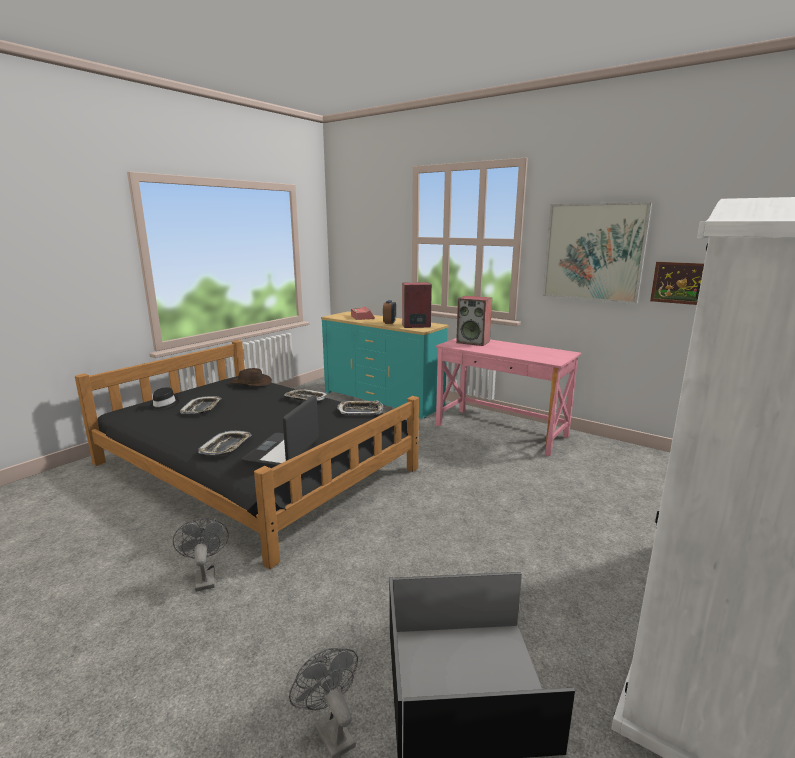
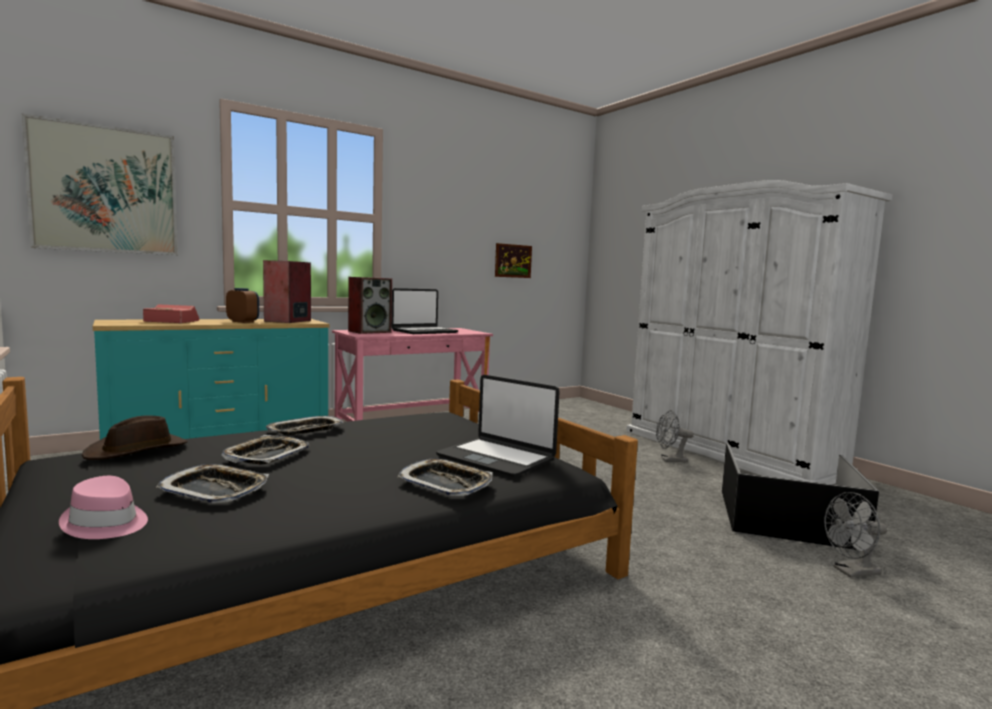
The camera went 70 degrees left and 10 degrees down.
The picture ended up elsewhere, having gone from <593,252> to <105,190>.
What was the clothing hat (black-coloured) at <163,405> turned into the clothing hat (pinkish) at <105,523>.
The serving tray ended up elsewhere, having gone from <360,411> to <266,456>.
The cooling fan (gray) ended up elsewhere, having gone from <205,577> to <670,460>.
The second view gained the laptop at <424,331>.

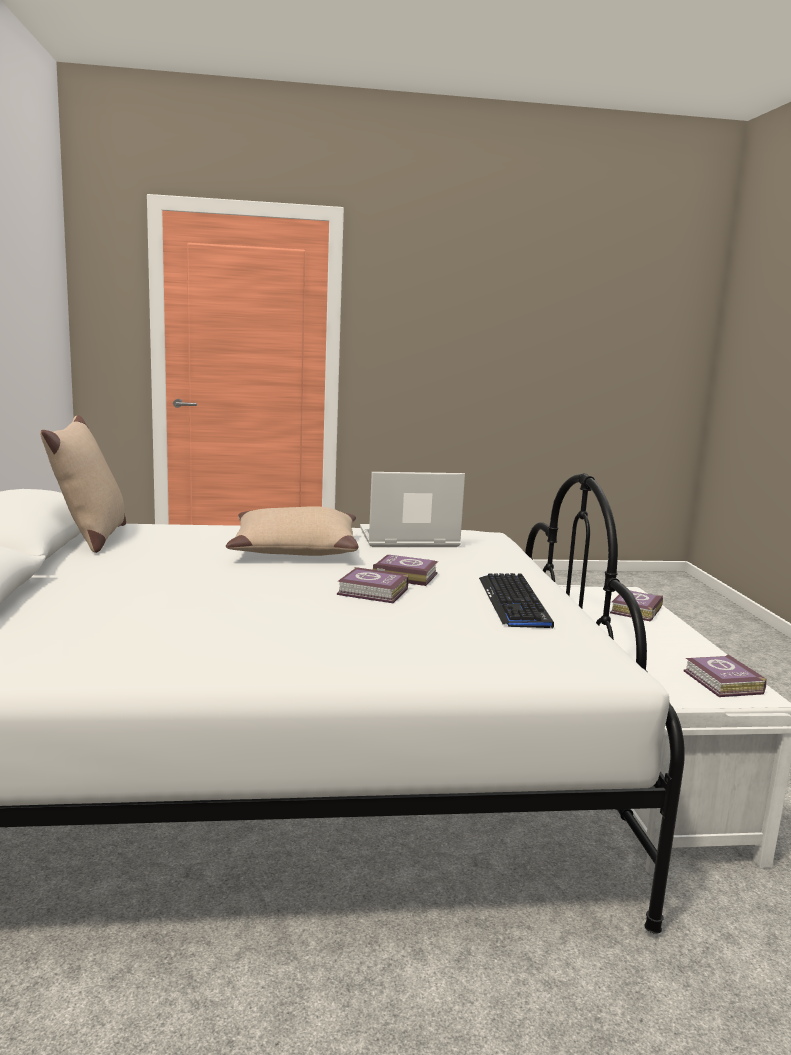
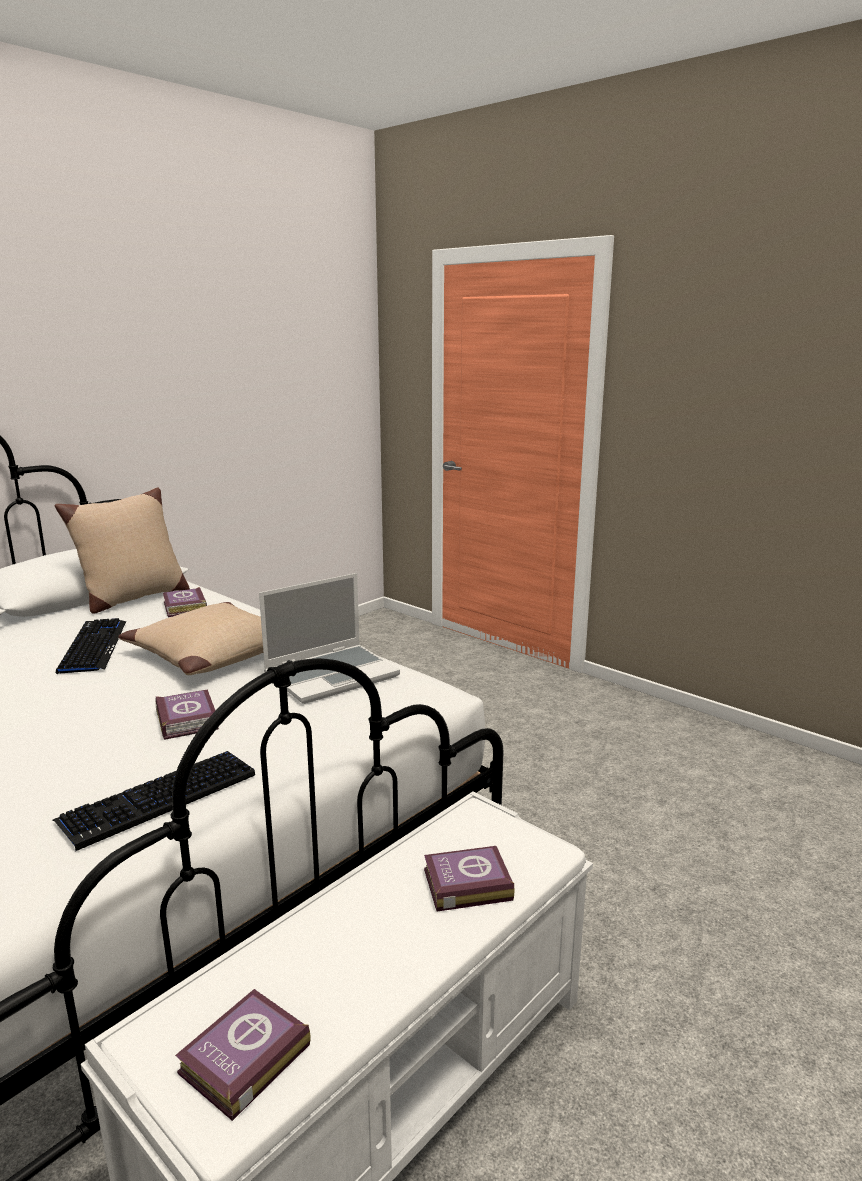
The camera went 50 degrees right and 5 degrees up.
The laptop at <407,539> ended up facing another way, 105 degrees clockwise from before.
The book ended up elsewhere, having gone from <374,592> to <184,607>.
The second view gained the keyboard at <93,647>.

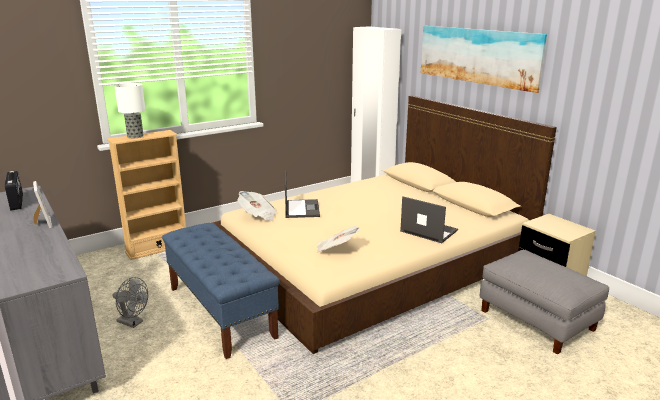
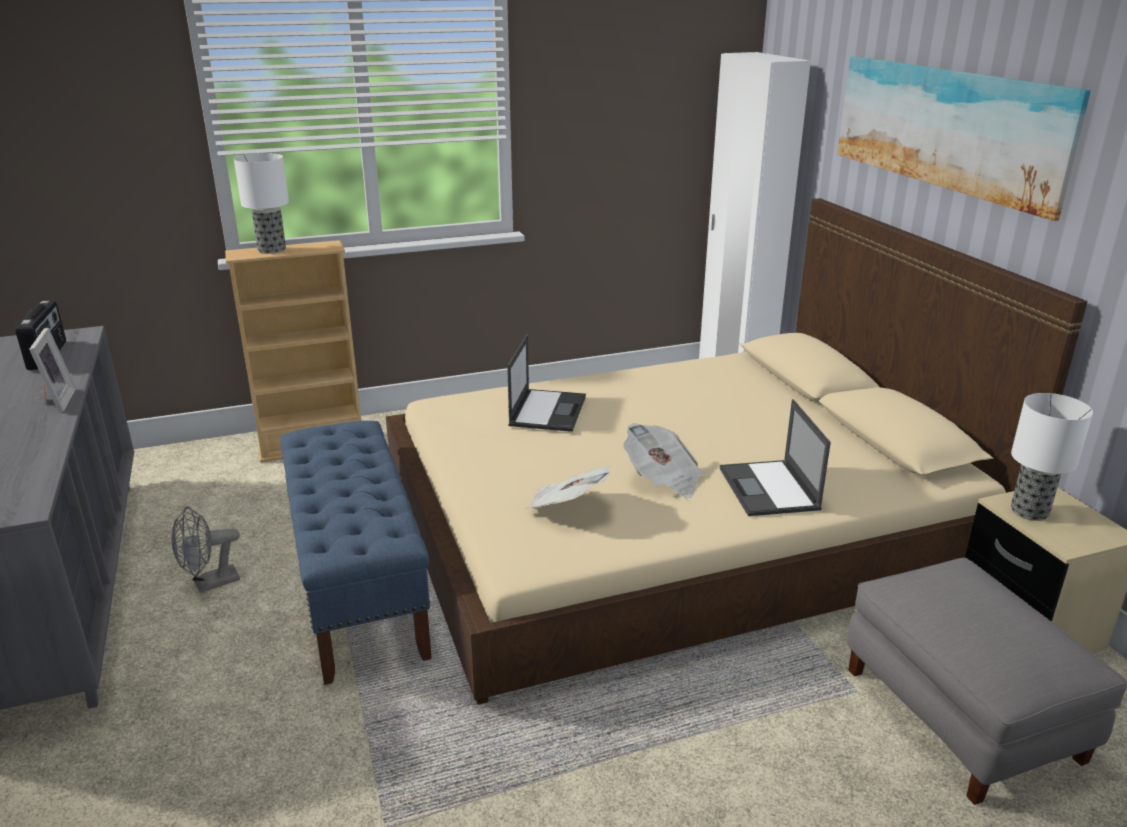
The camera went 15 degrees right and 5 degrees up.
The newspaper ended up elsewhere, having gone from <258,215> to <663,479>.
The laptop at <428,231> ended up facing another way, 150 degrees counterclockwise from before.
The cooling fan (gray) at <133,323> ended up facing another way, 105 degrees clockwise from before.
The second view gained the tabletop lamp at <1030,511>.

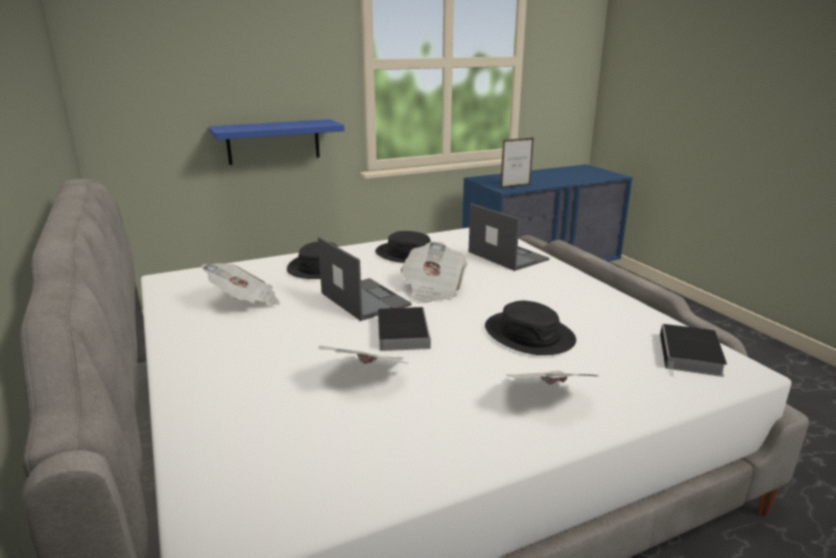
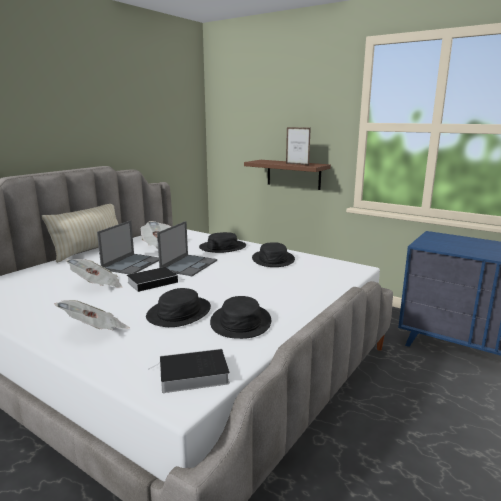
The camera went 60 degrees right and 5 degrees down.
What was the shelf (blue) at <273,141> turned into the shelf (brown-coloured) at <293,174>.
The standing frame ended up elsewhere, having gone from <515,186> to <297,164>.
The laptop ended up elsewhere, having gone from <507,255> to <132,264>.
The second view lost the newspaper at <432,289>.
The second view gained the throw pillow (beige) at <90,250>.
The second view gained the clothing hat (black-coloured) at <240,322>.

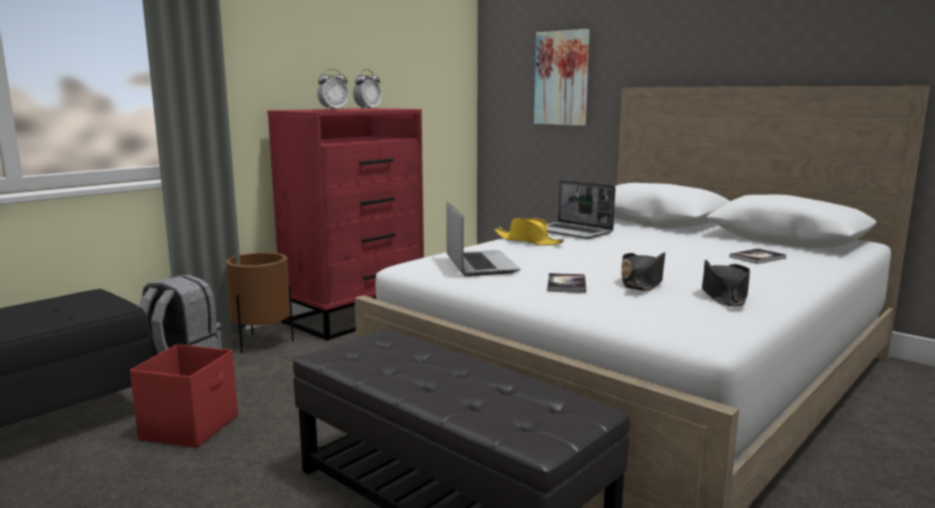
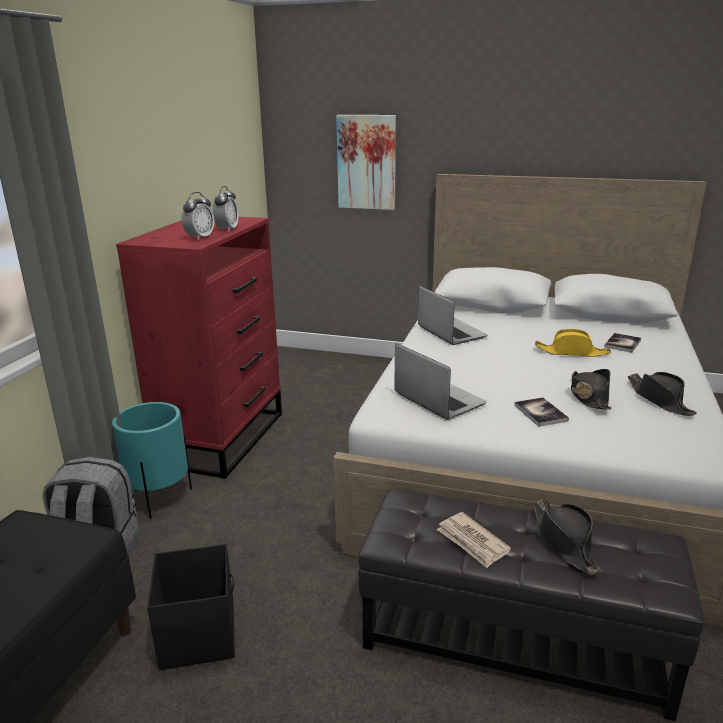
The camera went 25 degrees left and 10 degrees up.
The laptop at <573,232> ended up facing another way, 135 degrees counterclockwise from before.
The clothing hat (yellowish) ended up elsewhere, having gone from <528,241> to <572,352>.
What was the plant pot (brown-coloured) at <262,342> turned into the plant pot (turquoise) at <159,498>.
What was the storage bin (red-coloured) at <191,427> turned into the storage bin (black-coloured) at <199,634>.
The second view gained the clothing hat (black-coloured) at <564,541>.
The second view gained the newspaper at <472,542>.

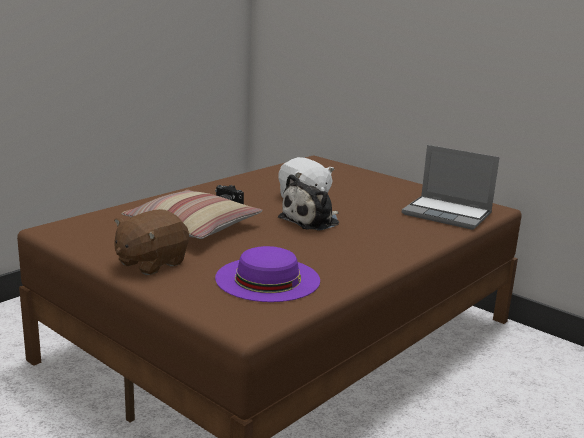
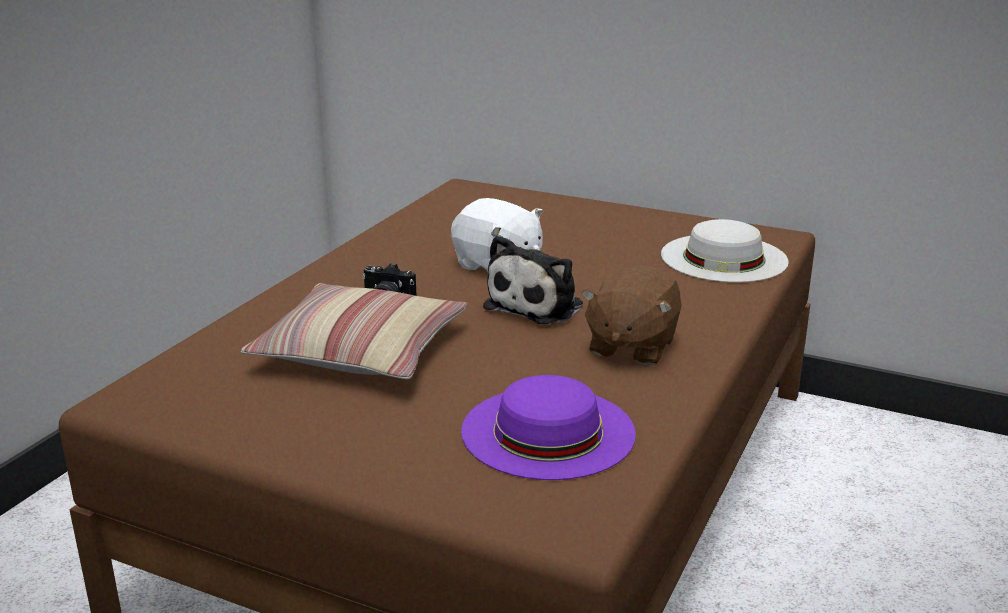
The camera went 15 degrees left and 5 degrees up.
Where the laptop stood at <448,214>, the clothing hat (white) came to stand at <724,258>.
The plush toy (brown-coloured) ended up elsewhere, having gone from <150,263> to <631,346>.

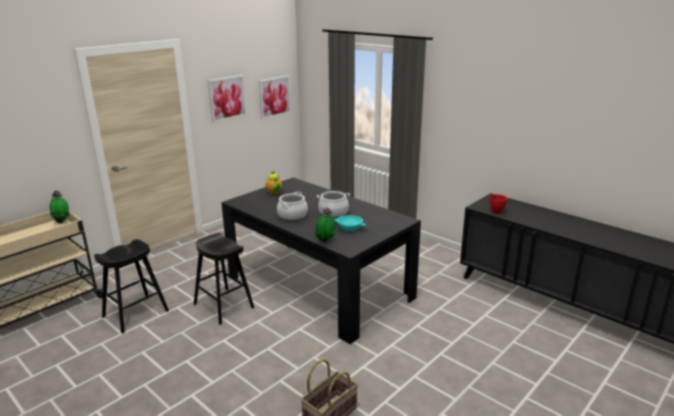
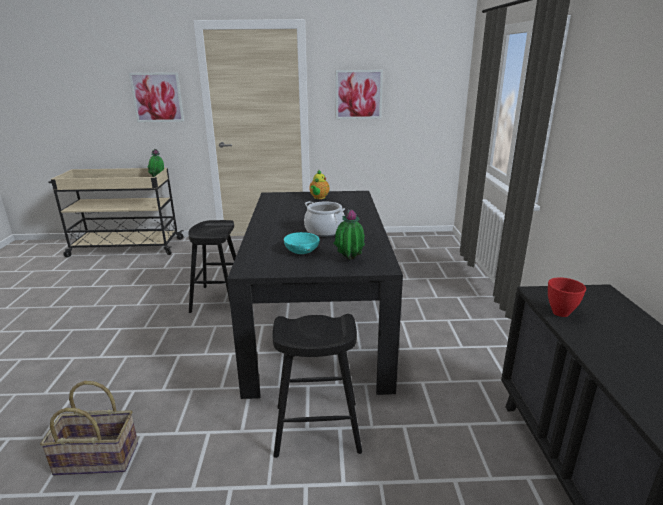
The camera went 45 degrees right and 0 degrees up.
The picture ended up elsewhere, having gone from <274,96> to <157,97>.
The second view lost the cooking pot at <292,215>.
The plant in a pot ended up elsewhere, having gone from <325,242> to <349,260>.
The stool seat (black-coloured) ended up elsewhere, having gone from <136,314> to <317,428>.

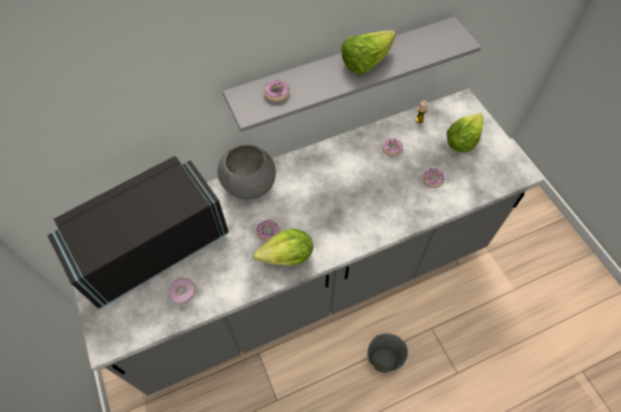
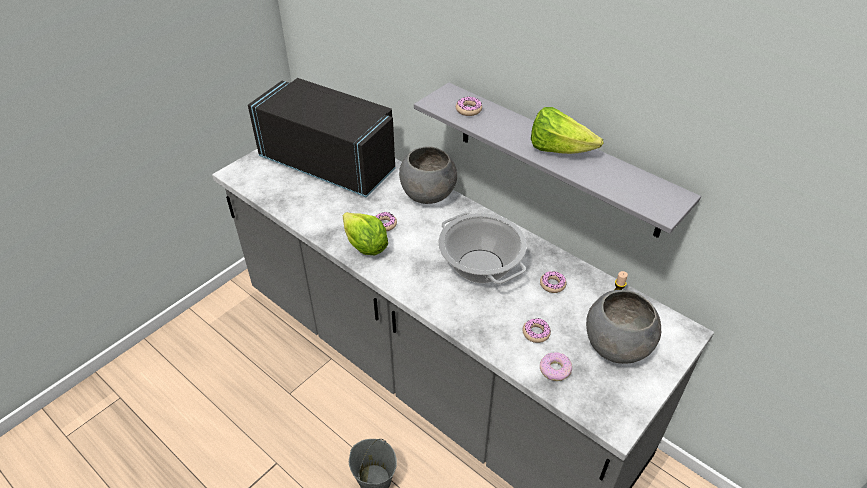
The camera went 65 degrees right and 15 degrees down.
Where the lettuce head stood at <461,142>, the bowl (gray) came to stand at <616,346>.
The doughnut ended up elsewhere, having gone from <183,292> to <555,370>.
The second view gained the cooking pot at <481,266>.

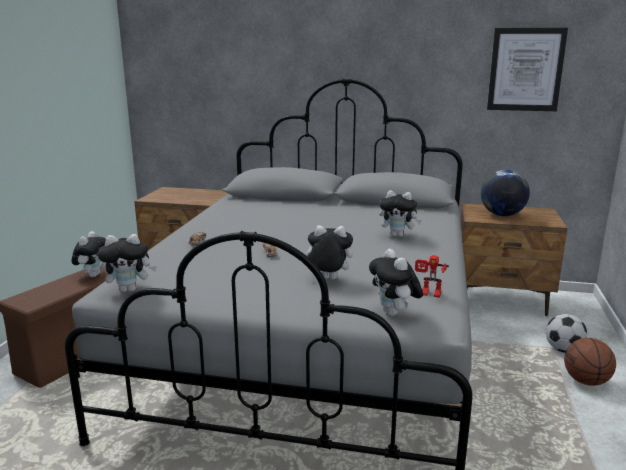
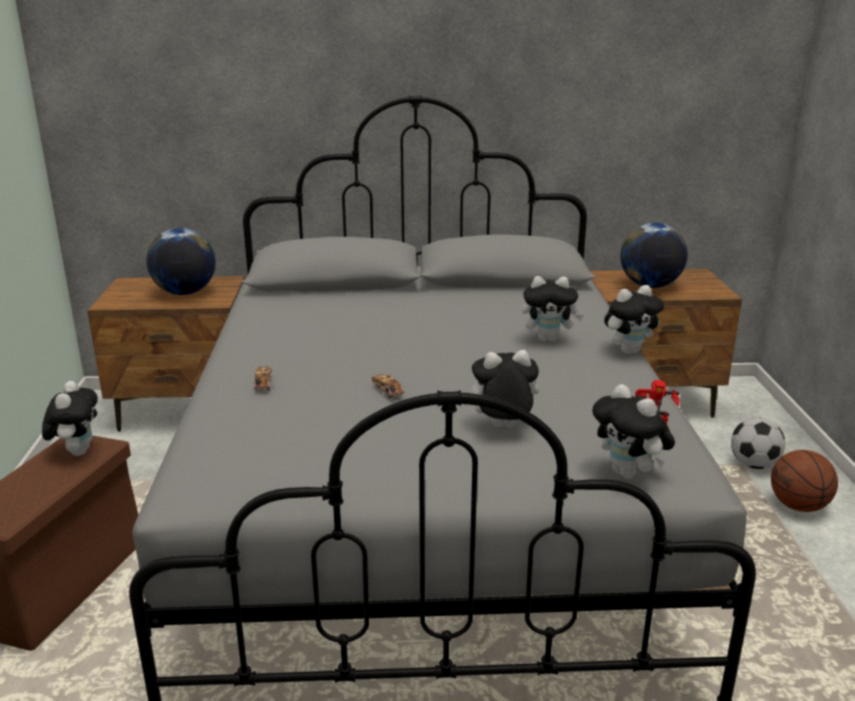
The camera went 15 degrees left and 5 degrees up.
The second view lost the picture at <525,70>.
The plush toy ended up elsewhere, having gone from <130,289> to <629,351>.
The second view gained the world globe at <185,293>.

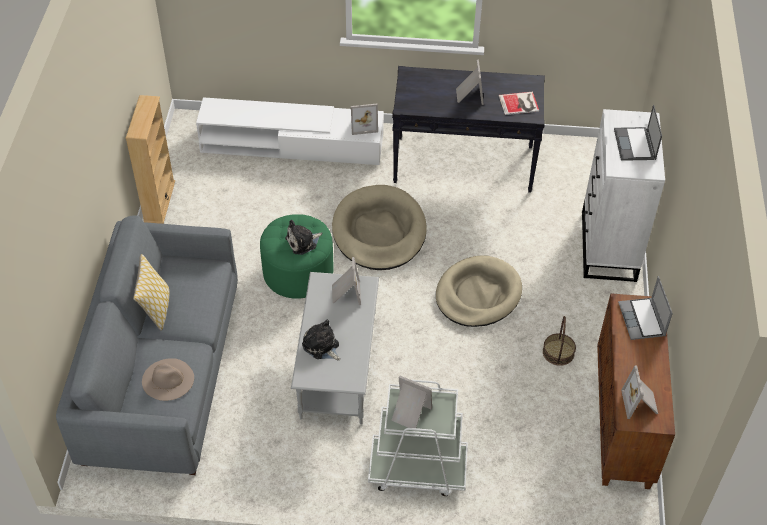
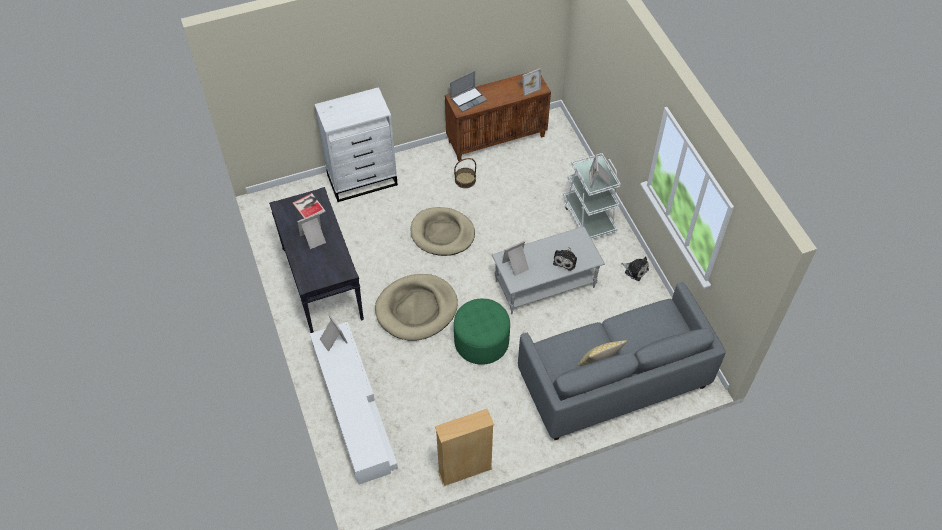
The camera went 115 degrees left and 5 degrees up.
The second view lost the laptop at <635,145>.
The plush toy ended up elsewhere, having gone from <303,242> to <635,270>.
The second view lost the clothing hat (beige) at <168,379>.

